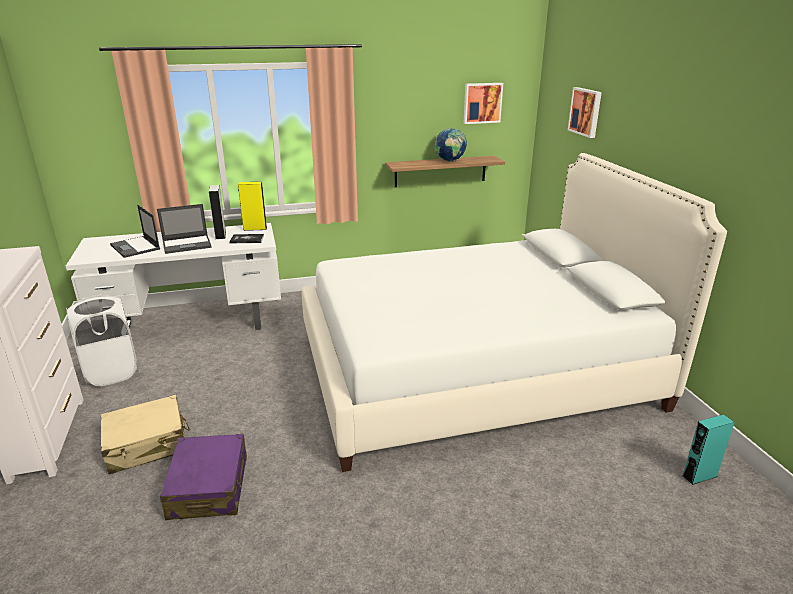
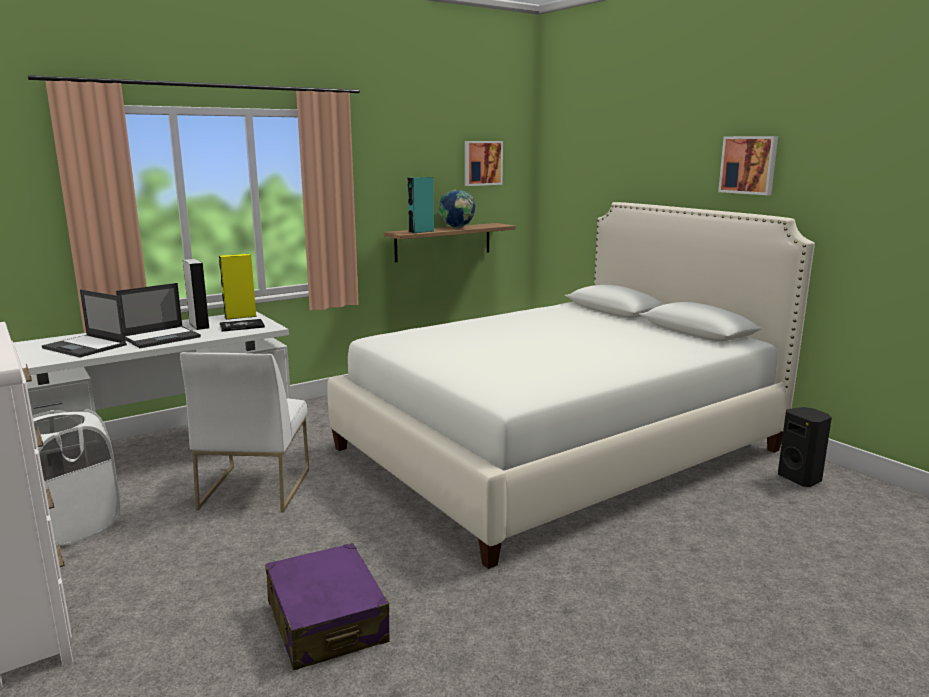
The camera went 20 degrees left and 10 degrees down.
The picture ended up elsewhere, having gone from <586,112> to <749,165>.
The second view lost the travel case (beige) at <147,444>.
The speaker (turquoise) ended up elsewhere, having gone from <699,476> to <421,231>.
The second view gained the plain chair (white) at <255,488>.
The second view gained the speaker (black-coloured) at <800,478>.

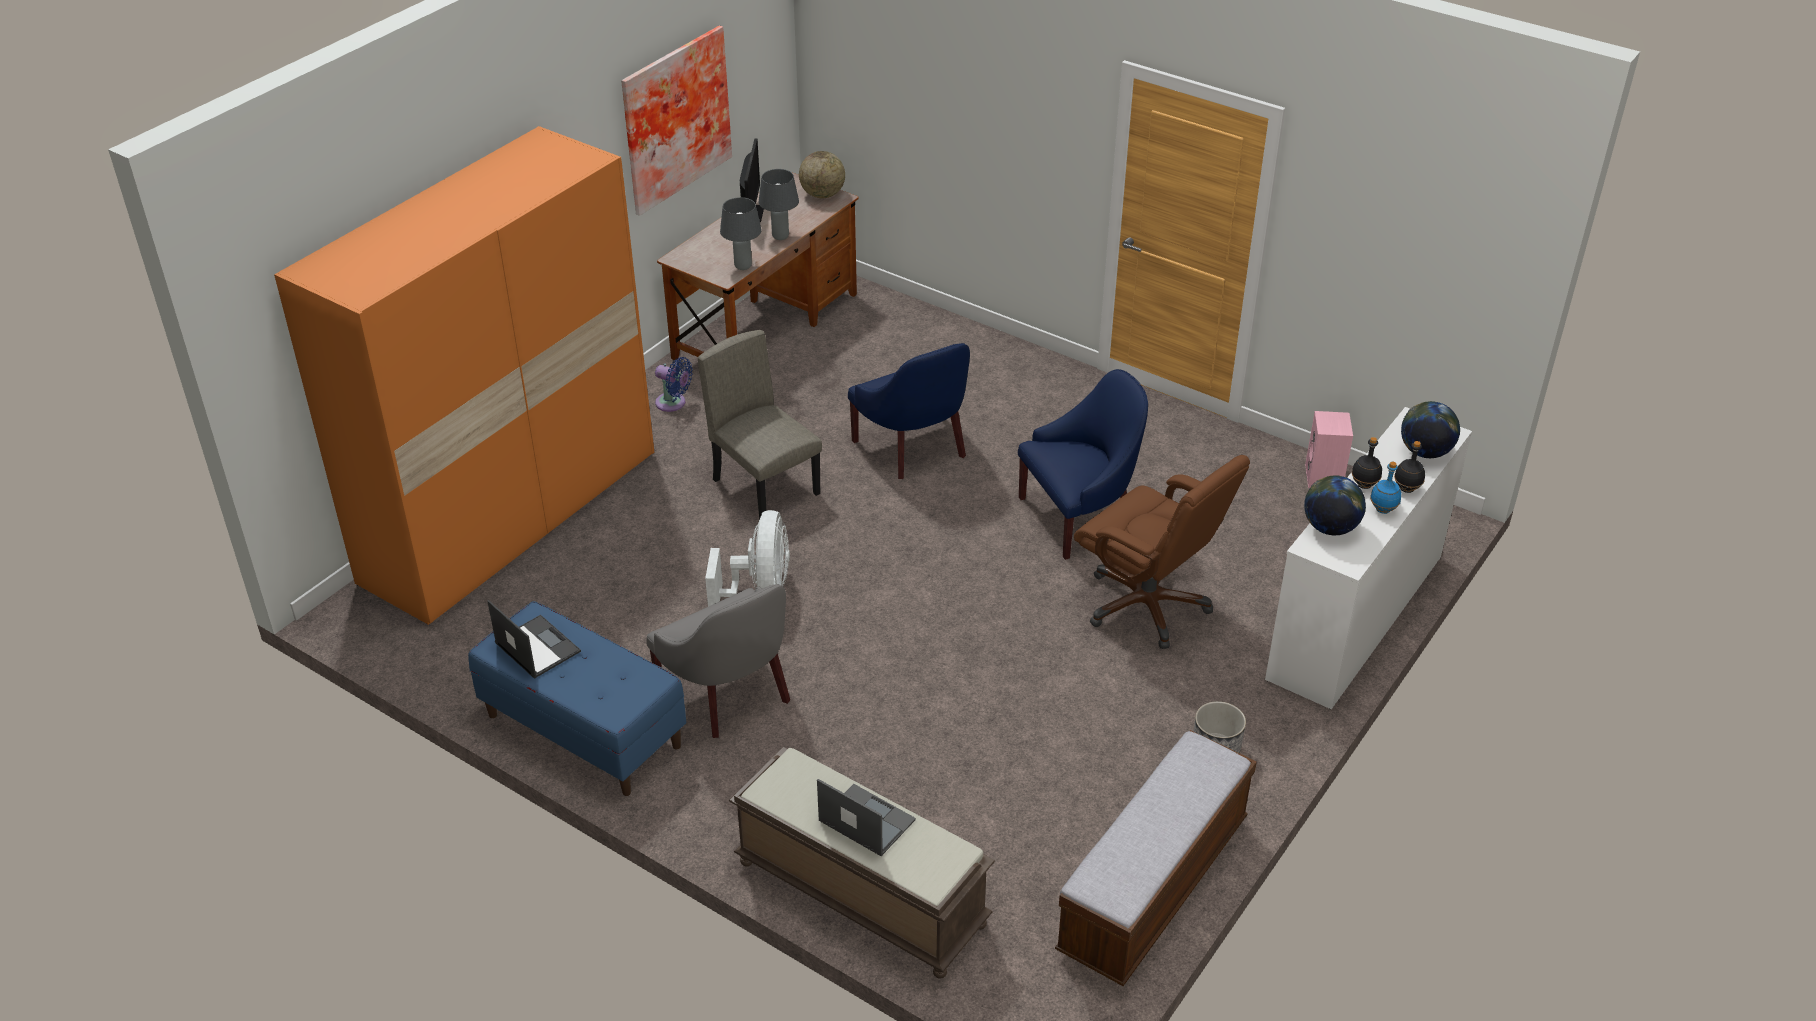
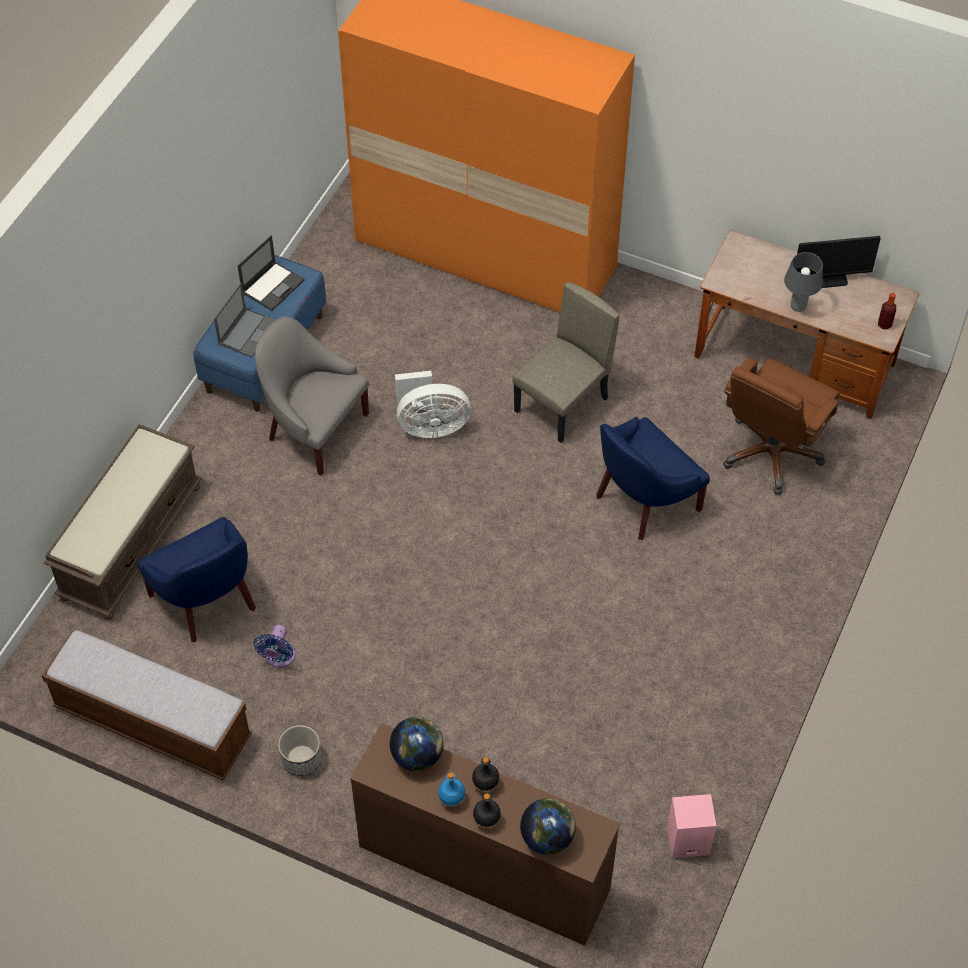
The camera went 80 degrees right and 15 degrees up.
The second view lost the picture at <673,118>.
Where the world globe stood at <822,195>, the drink bottle came to stand at <884,324>.
The second view lost the tabletop lamp (gray) at <742,266>.
The cooling fan (blue) ended up elsewhere, having gone from <673,403> to <279,658>.
The lounge chair (blue) ended up elsewhere, having gone from <1080,517> to <207,600>.
What was the dresser (white) at <1355,617> turned into the dresser (brown-coloured) at <483,868>.
The desk chair (brown-coloured) ended up elsewhere, having gone from <1148,606> to <771,453>.
The lounge chair (gray) at <730,694> ended up facing another way, 75 degrees clockwise from before.
The laptop ended up elsewhere, having gone from <865,820> to <248,332>.

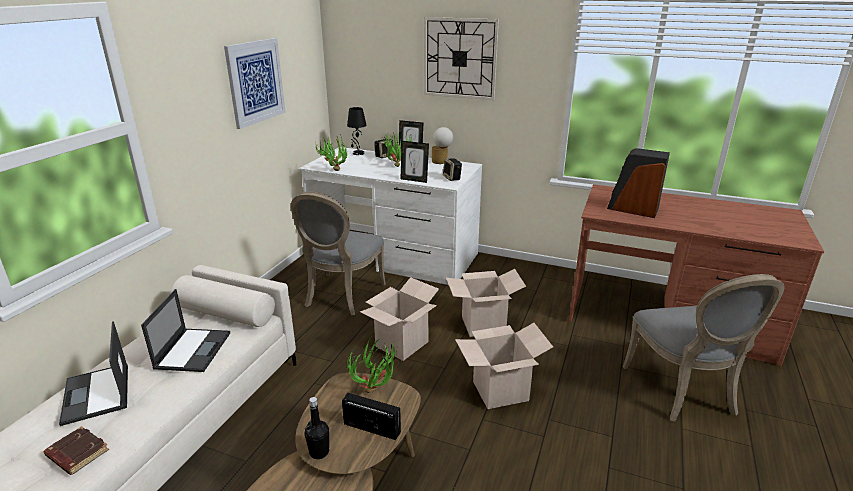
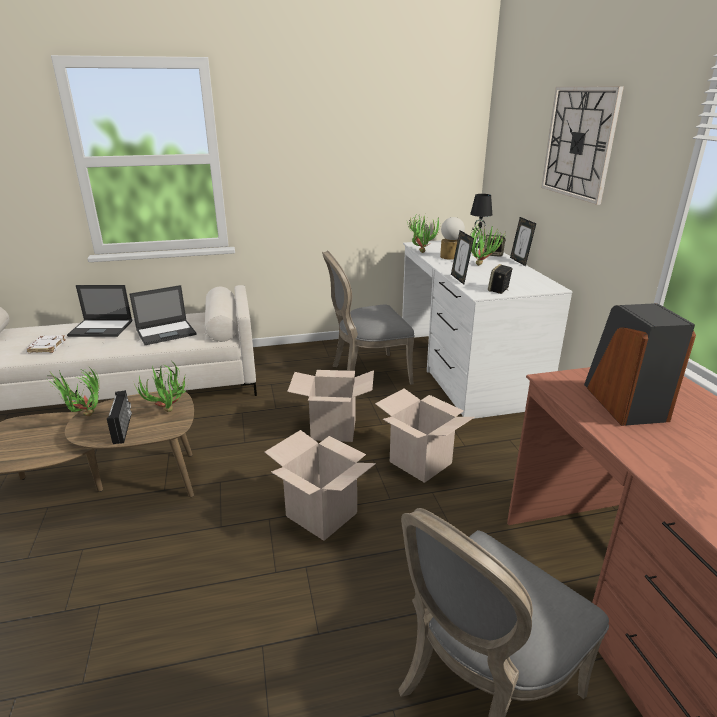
The camera went 55 degrees right and 0 degrees up.
The second view lost the picture at <255,82>.
The tabletop lamp ended up elsewhere, having gone from <441,162> to <449,257>.
The laptop at <97,394> ended up facing another way, 120 degrees counterclockwise from before.
Where the drink bottle (black-coloured) stood at <319,452>, the plant in a pot came to stand at <84,418>.
What was the book (brown-coloured) at <76,454> turned into the book (white) at <46,347>.

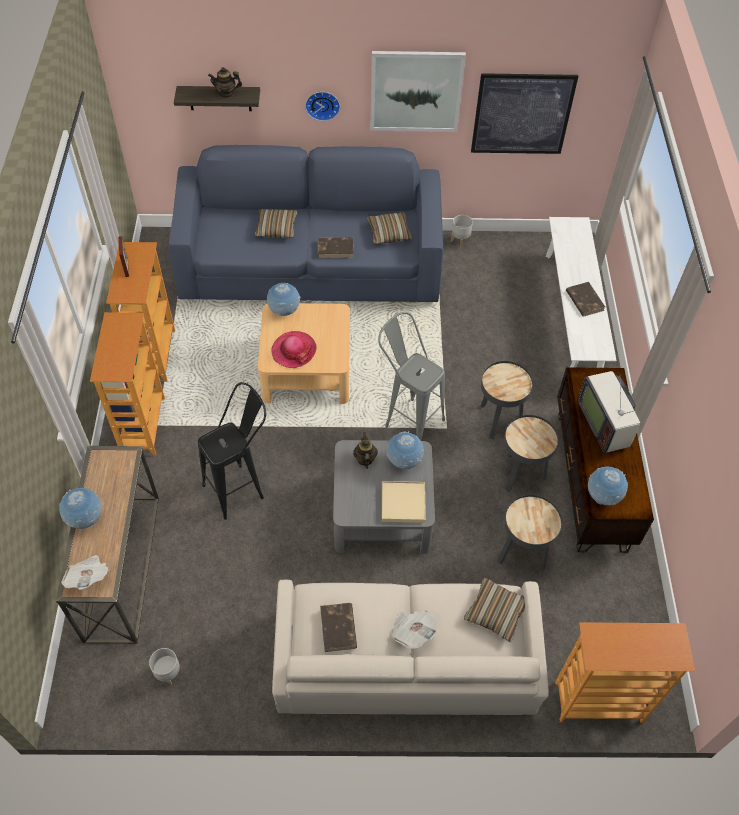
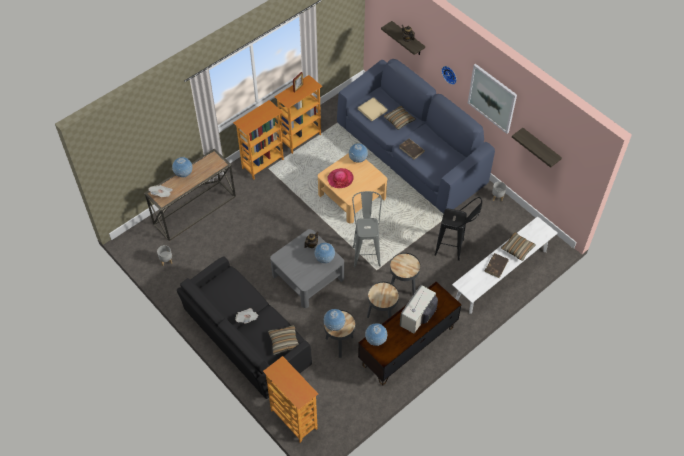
The camera went 50 degrees right and 0 degrees up.
Where the picture hung at <522,114>, the shelf came to hang at <540,148>.
The throw pillow ended up elsewhere, having gone from <389,233> to <517,249>.
The stool seat (black-coloured) ended up elsewhere, having gone from <241,487> to <454,248>.
The serving tray (beige) ended up elsewhere, having gone from <403,503> to <372,110>.
What was the sofa (beige) at <405,663> turned into the sofa (black-coloured) at <245,336>.
The second view lost the book (brown-coloured) at <338,628>.
The second view gained the world globe at <334,325>.

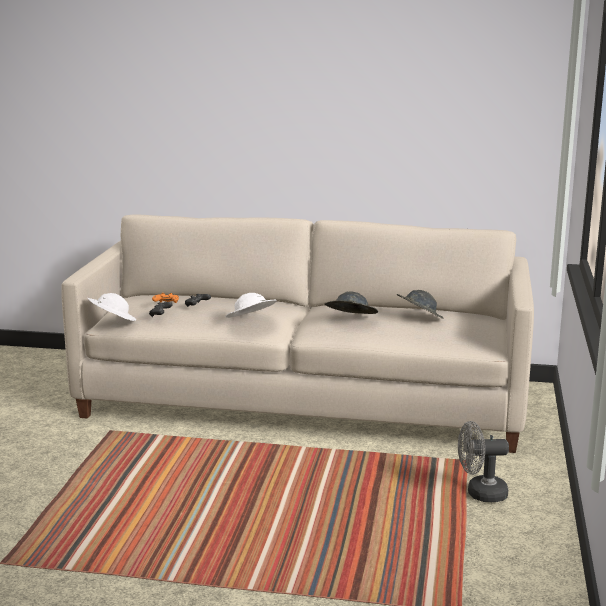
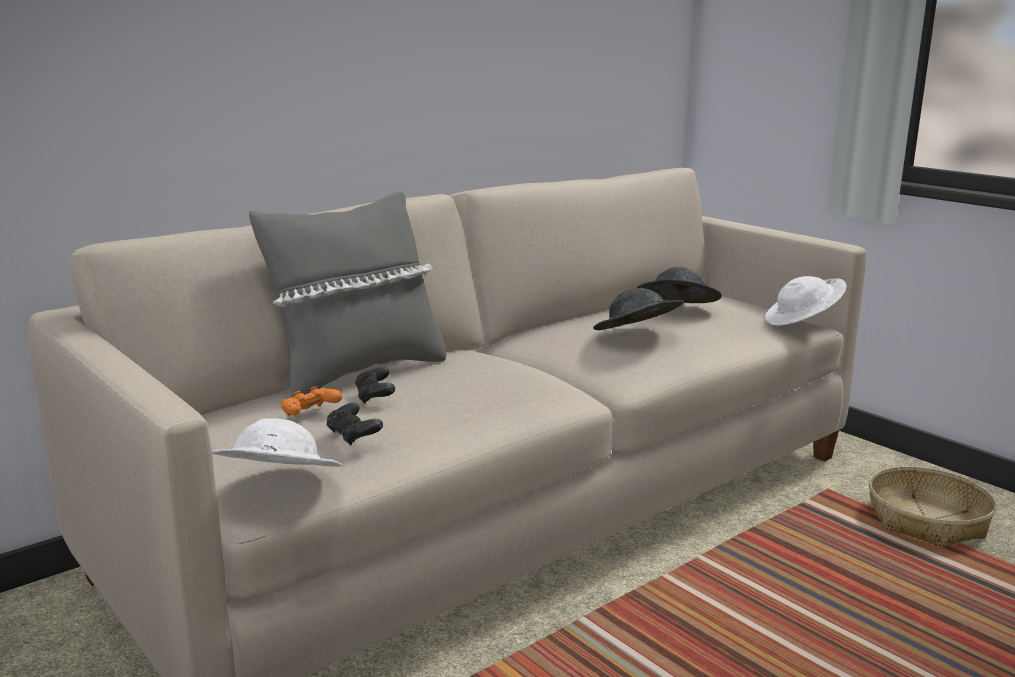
The camera went 50 degrees left and 0 degrees up.
The clothing hat (white) ended up elsewhere, having gone from <251,321> to <803,322>.
Where the cooling fan (gray) stood at <480,493>, the basket came to stand at <927,521>.
The second view gained the throw pillow (gray) at <357,373>.

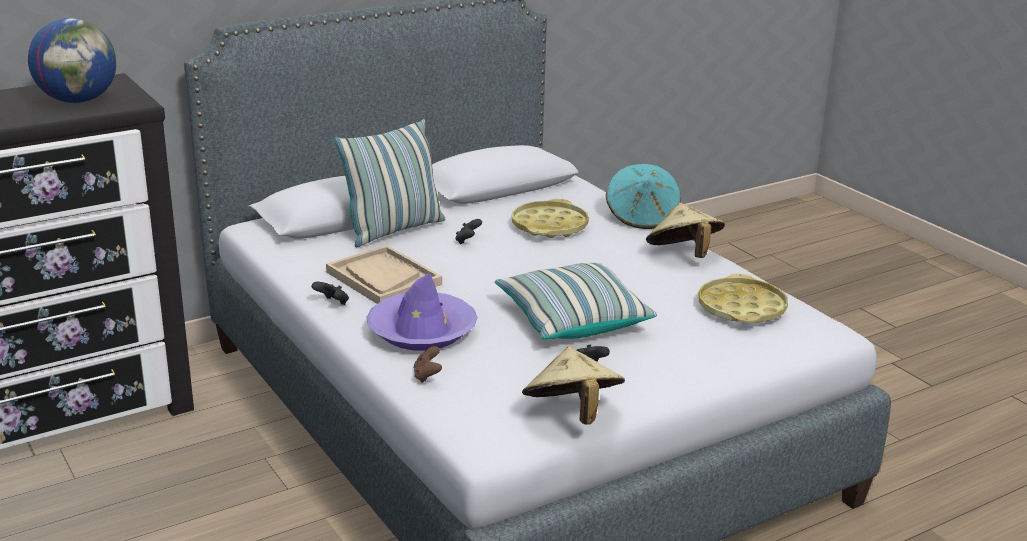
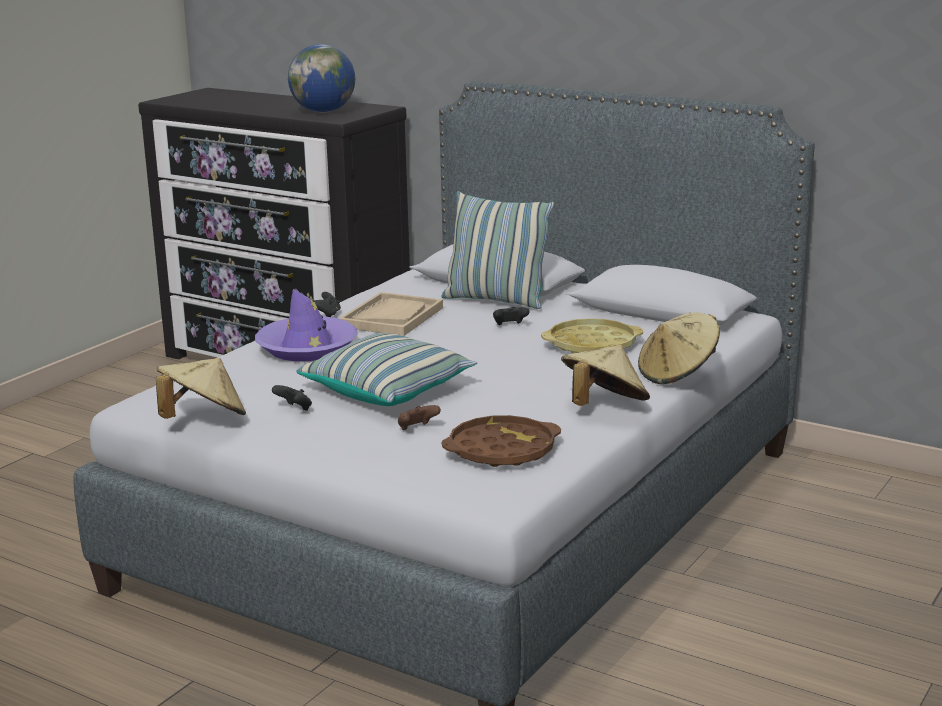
The camera went 65 degrees right and 5 degrees down.
What was the clothing hat (turquoise) at <642,217> turned into the clothing hat (beige) at <678,374>.
What was the serving tray (yellowish) at <741,308> turned into the serving tray (brown-coloured) at <501,450>.
The gamepad (brown-coloured) ended up elsewhere, having gone from <427,376> to <417,429>.

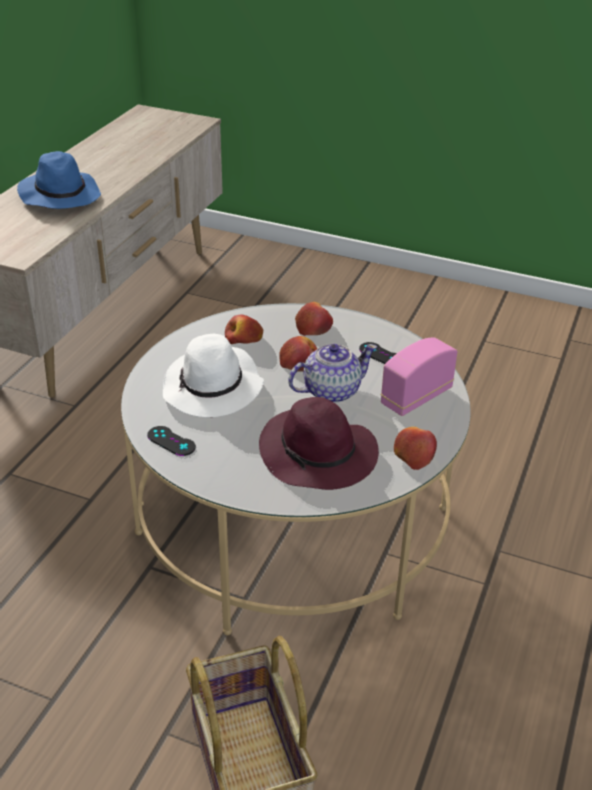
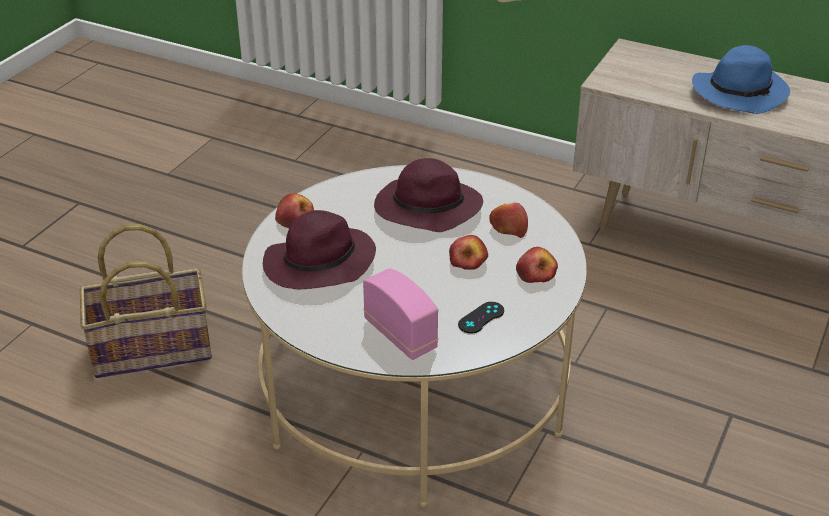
The camera went 95 degrees right and 0 degrees up.
What was the clothing hat (white) at <213,388> turned into the clothing hat (purple) at <426,210>.
The second view lost the pot for tea at <330,391>.
The second view lost the gamepad (black-coloured) at <171,441>.
The apple ended up elsewhere, having gone from <414,454> to <295,219>.

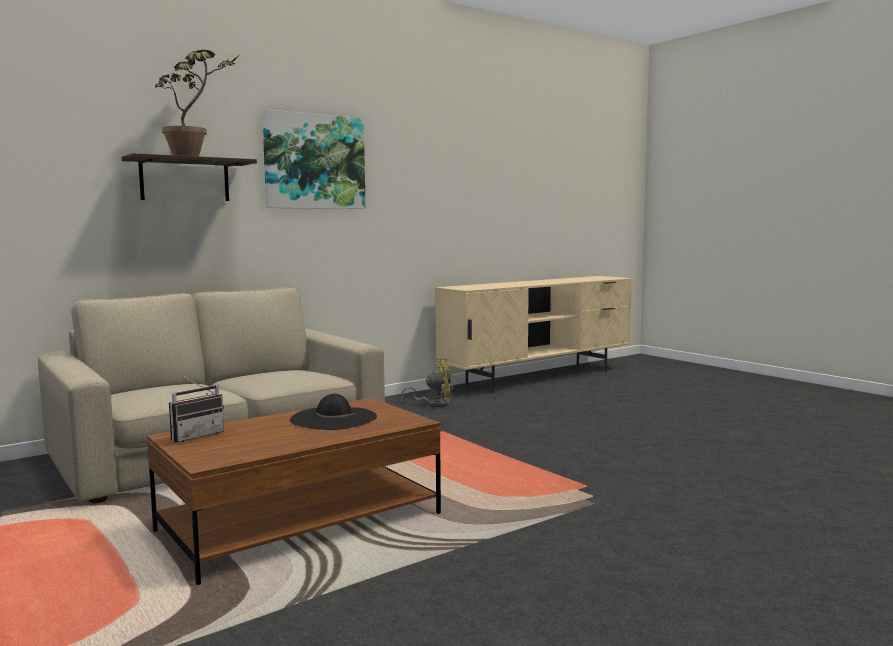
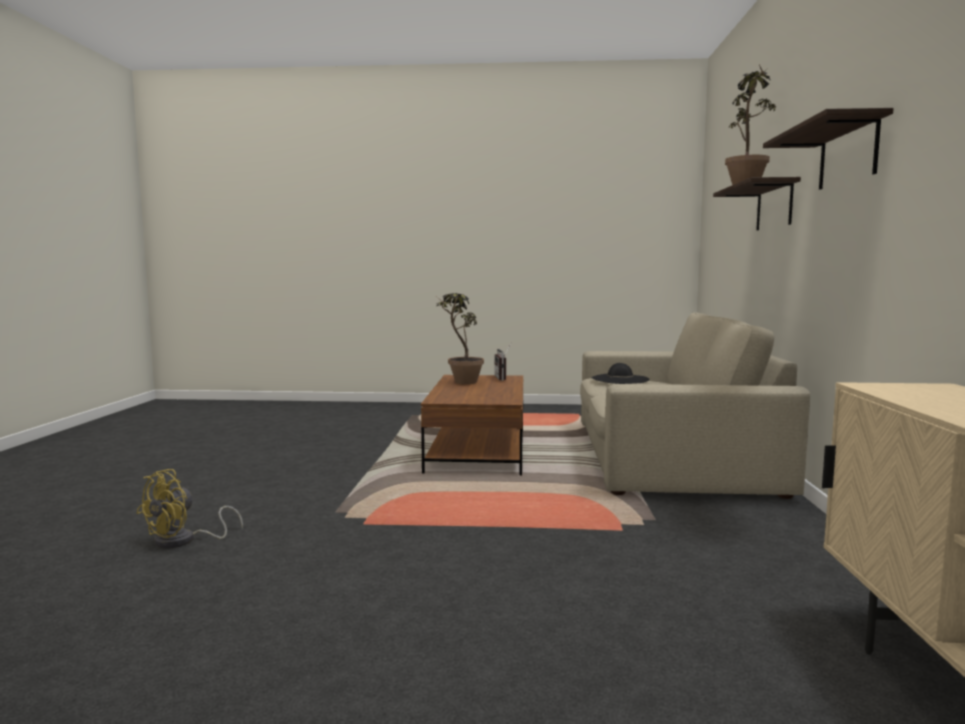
The camera went 130 degrees right and 0 degrees up.
Where the picture hung at <314,161>, the shelf came to hang at <848,154>.
The cooling fan (yellowish) ended up elsewhere, having gone from <434,403> to <183,541>.
The clothing hat (black-coloured) ended up elsewhere, having gone from <333,418> to <620,379>.
The second view gained the plant in a pot at <461,383>.

